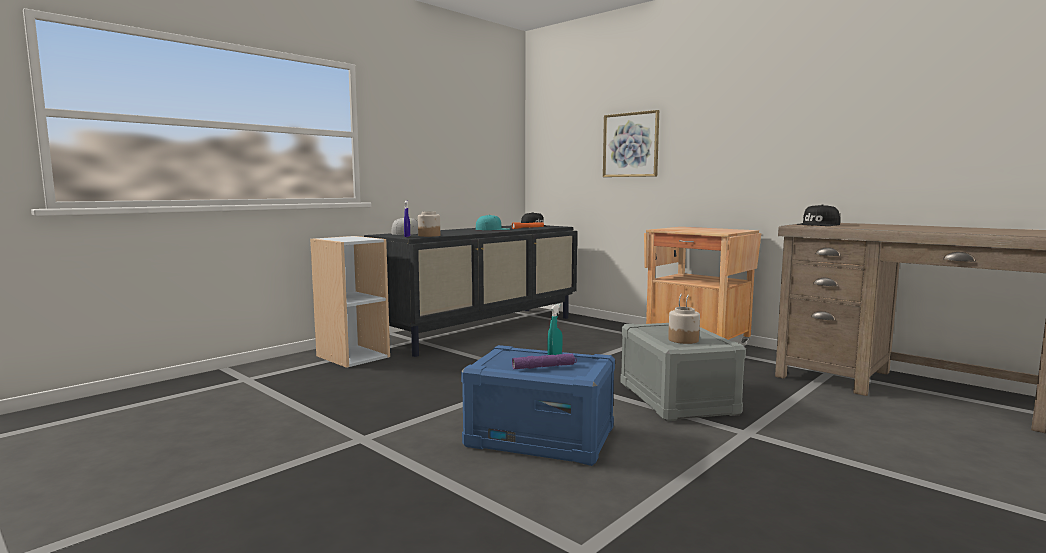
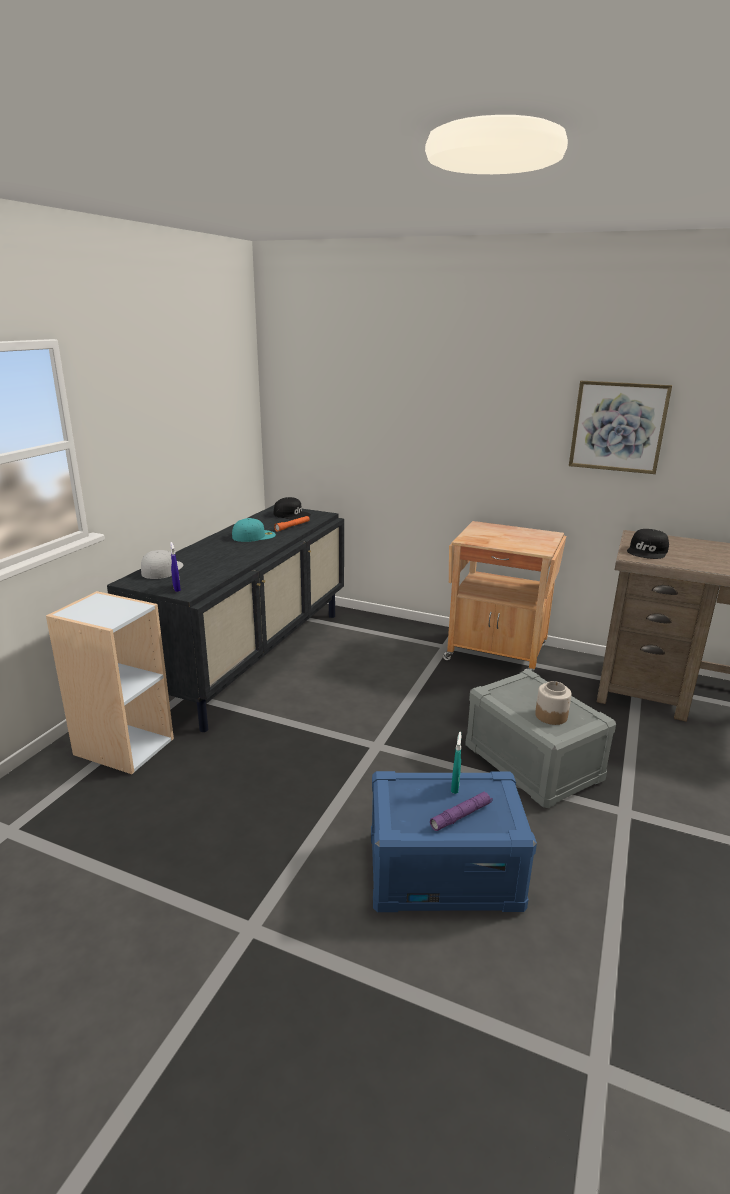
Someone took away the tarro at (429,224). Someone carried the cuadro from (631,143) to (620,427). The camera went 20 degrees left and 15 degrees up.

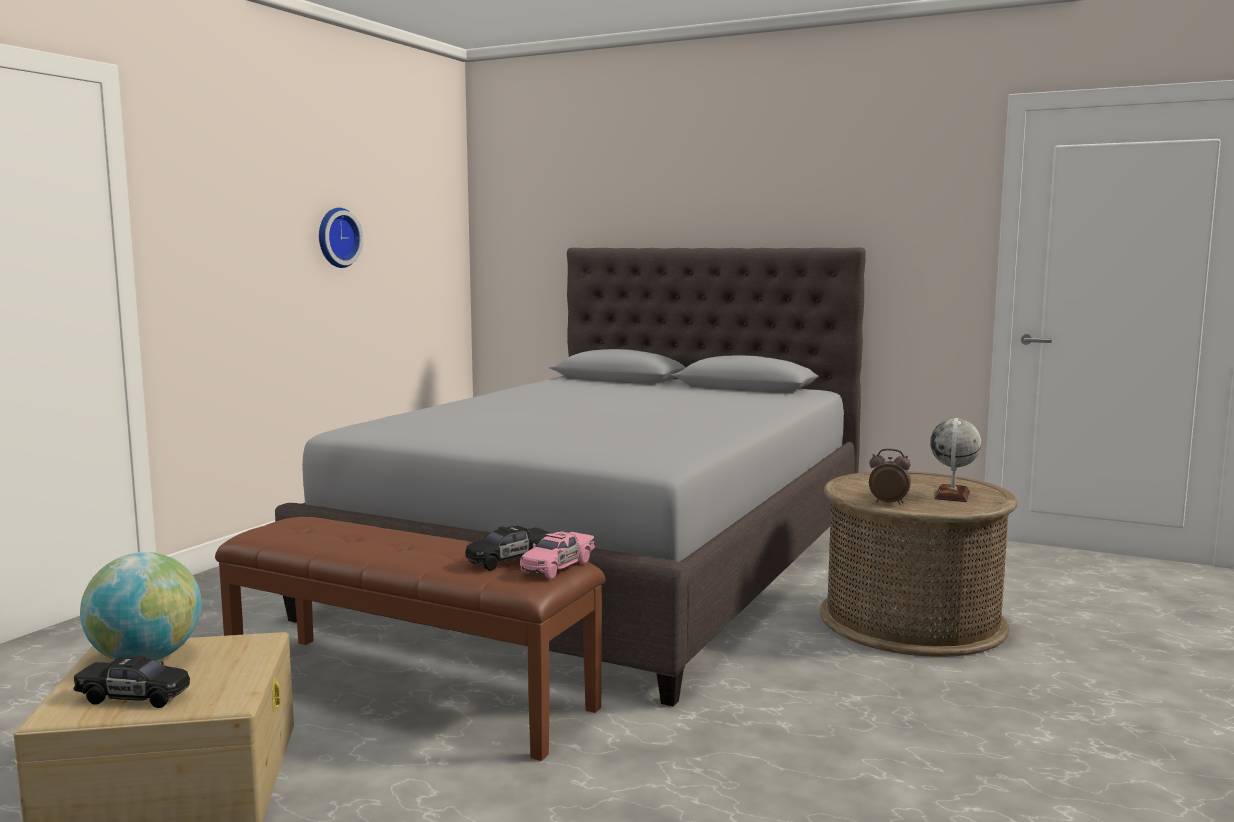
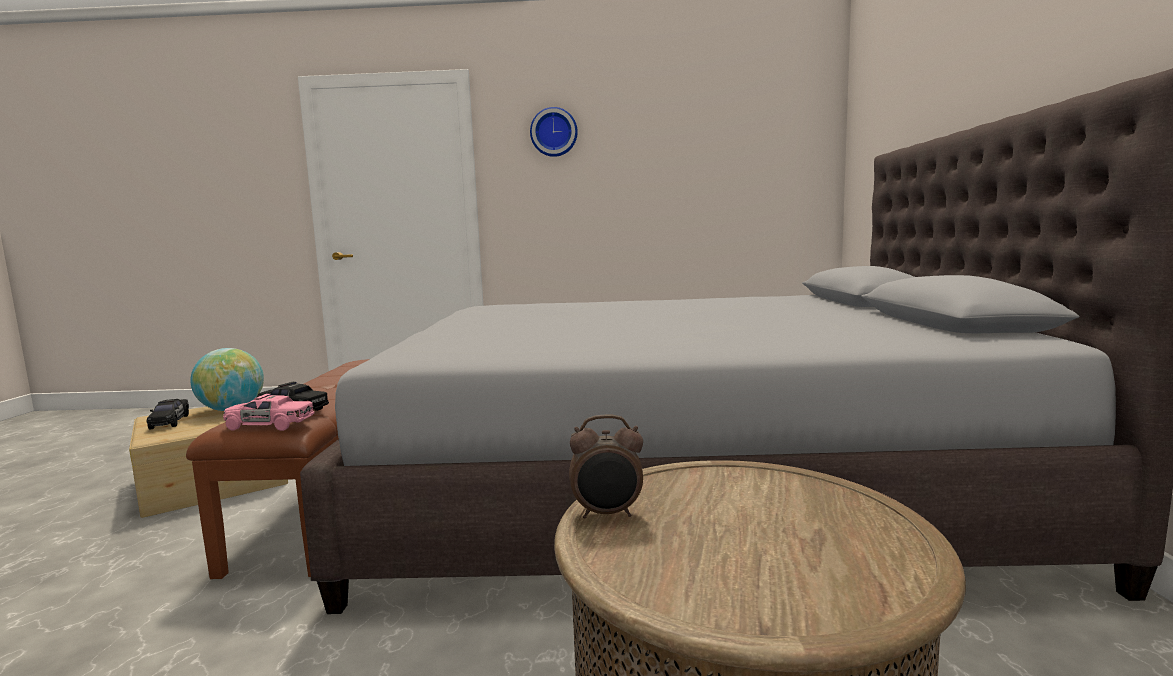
Someone took away the globo terráqueo at (956,460). Someone carried the reloj de pared from (341,238) to (554,132). Someone rotated the despertador at (890,477) by 90 degrees clockwise. The camera went 65 degrees right and 0 degrees up.

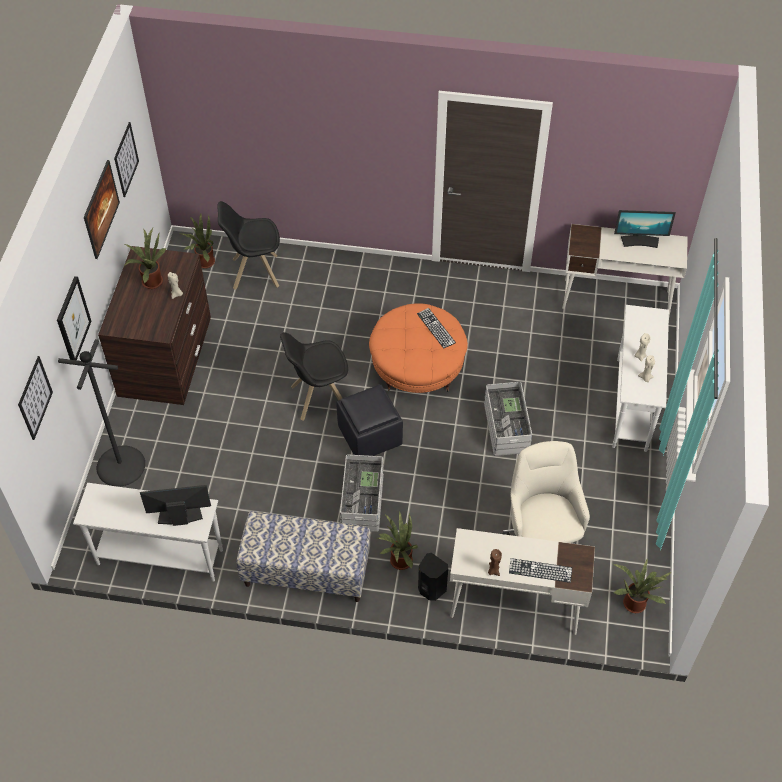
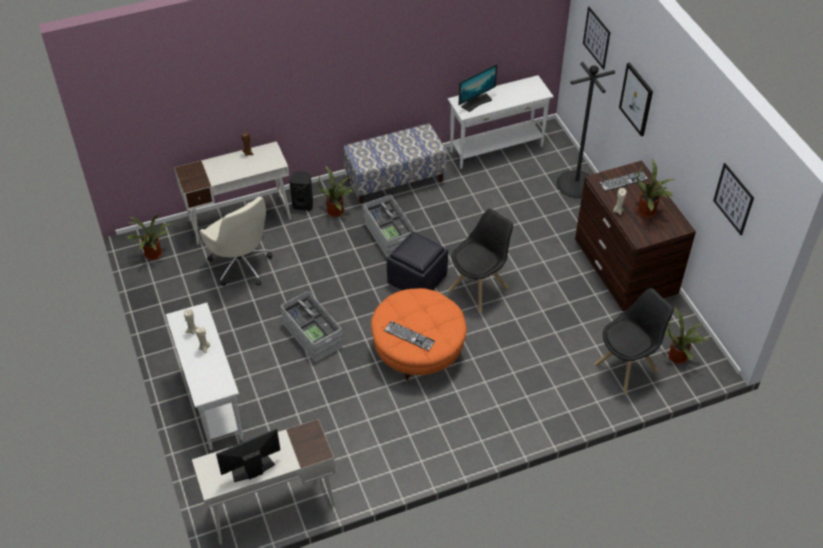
Someone took away the cuadro at (102,209). Someone carried the teclado from (540,570) to (623,181). The camera went 150 degrees right and 5 degrees down.

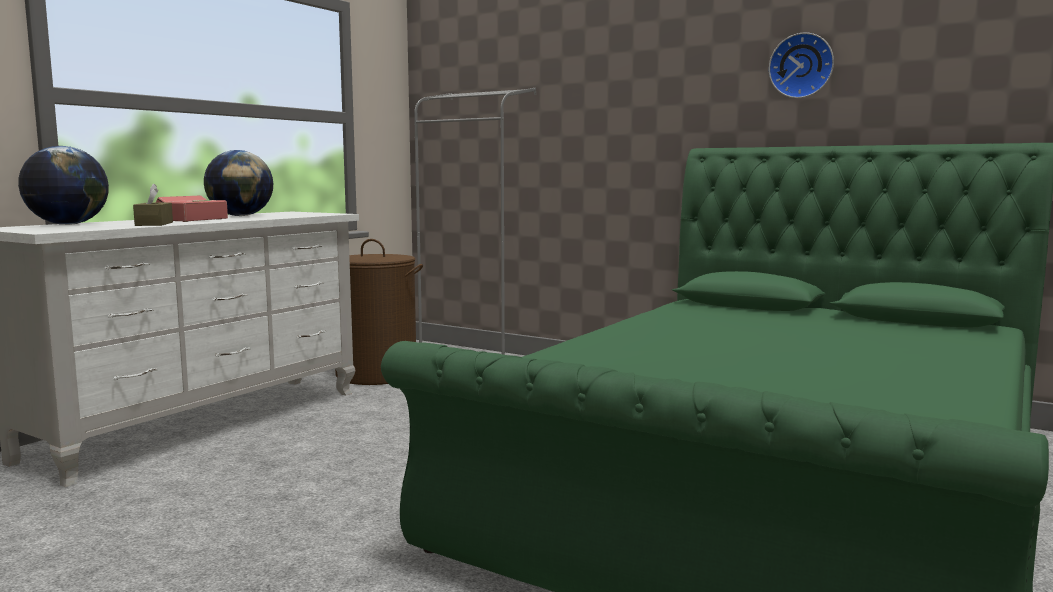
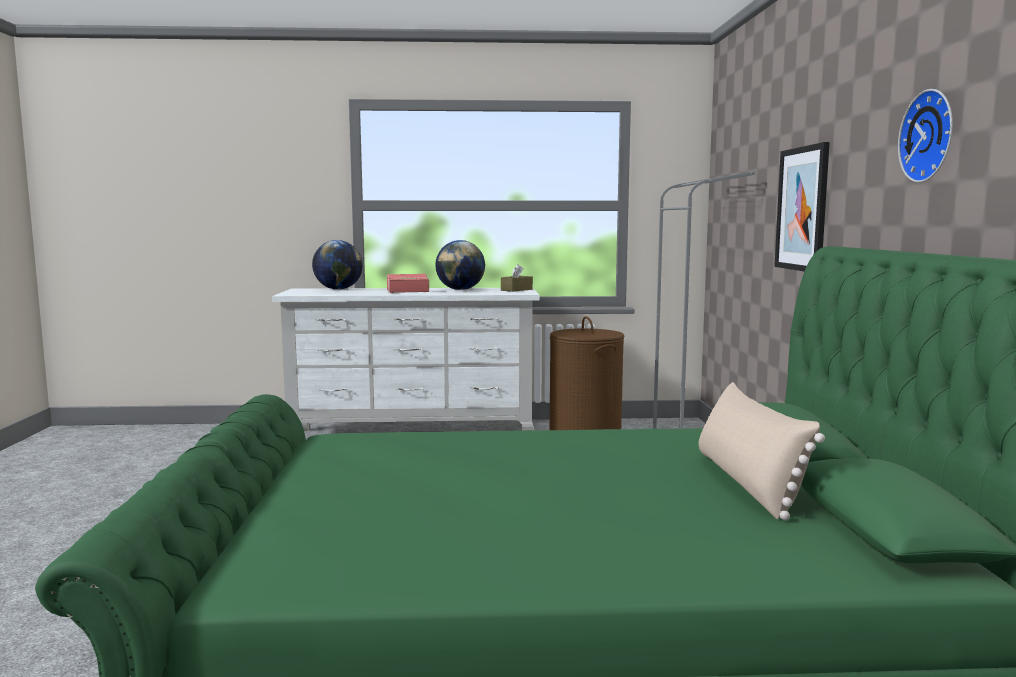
Someone put down the cojín [beis] at (761,451). Someone put up the cuadro at (802,207). Someone carried the caja de pañuelos [marrón] from (153,204) to (517,278). The camera went 55 degrees right and 0 degrees up.

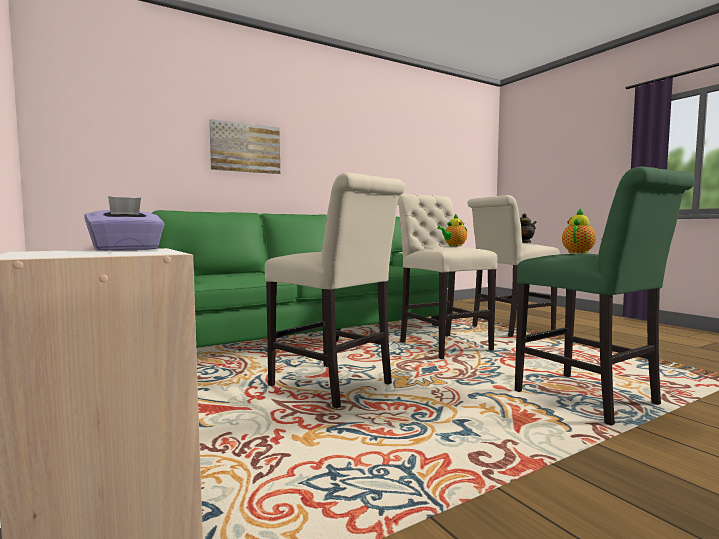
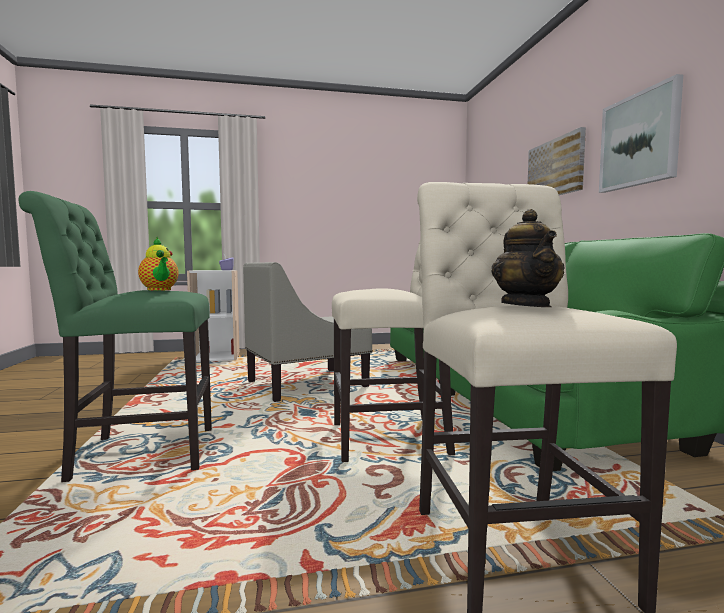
Someone took away the tetera at (452,230). Someone put up the cuadro at (641,133). Someone swapped the taburete [beis] at (335,290) for the sillón [gris] at (308,332). The camera went 110 degrees right and 0 degrees up.

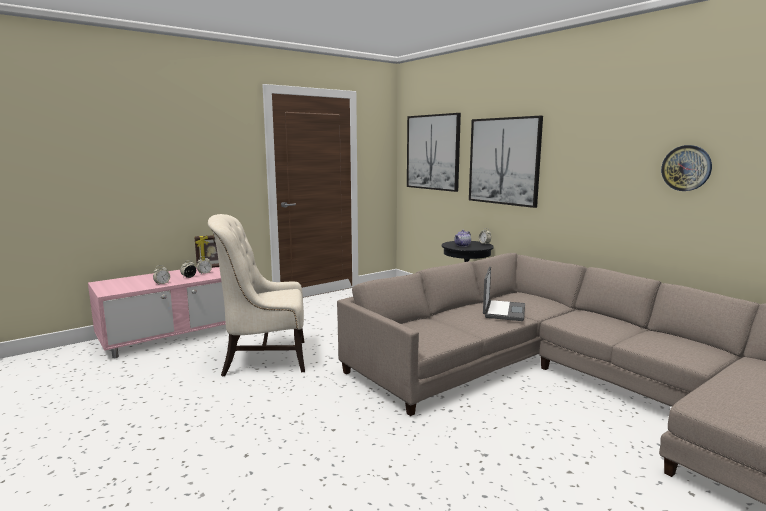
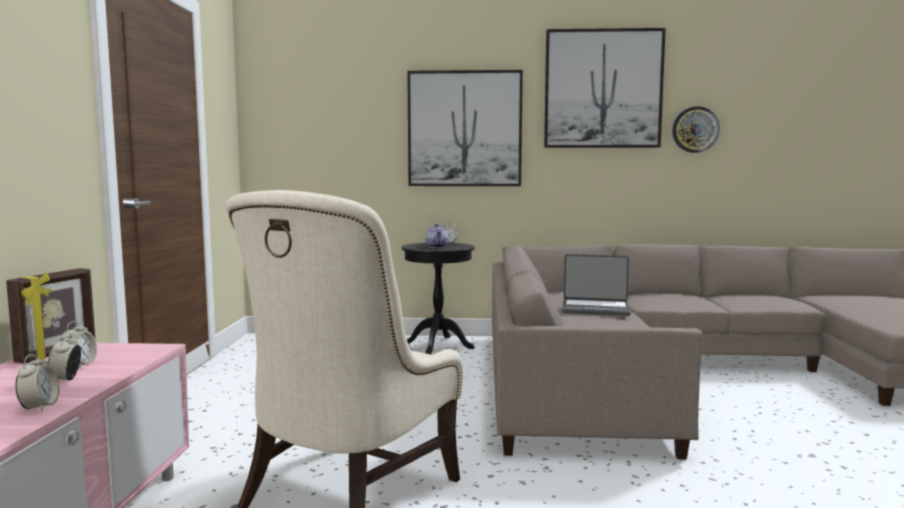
Someone carried the cuadro from (434,152) to (605,88). Someone rotated the portátil at (504,294) by 135 degrees clockwise. The camera went 50 degrees left and 5 degrees down.

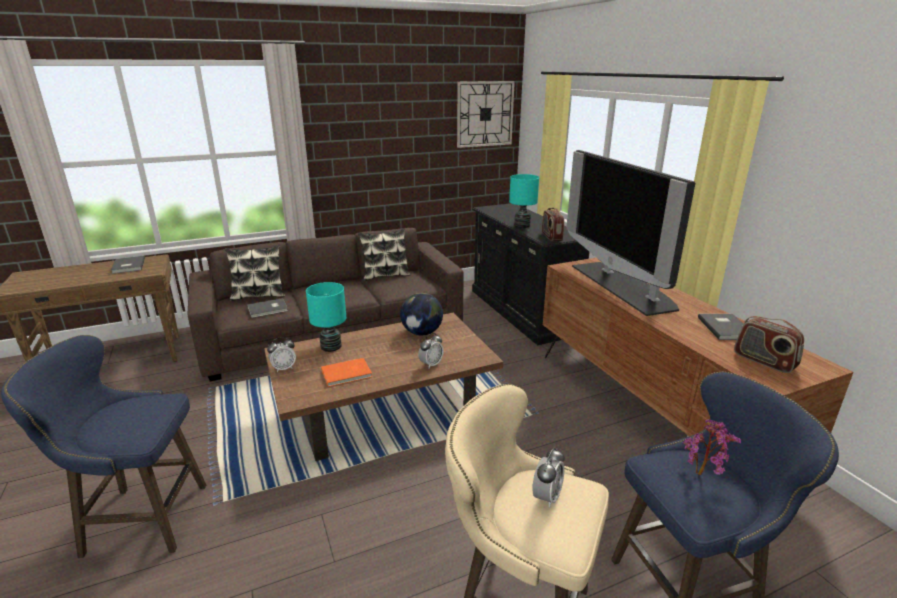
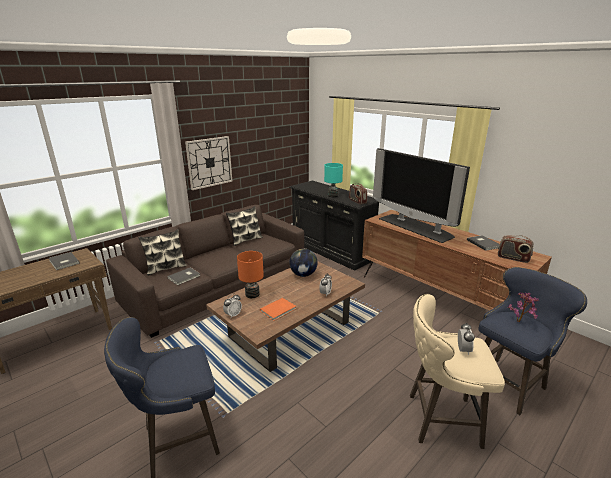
Someone carried the reloj de pared from (486,114) to (209,163). Someone repainted the lámpara de mesa [turquesa] at (326,317), which became the lámpara de mesa [naranja] at (250,274). The camera went 20 degrees left and 0 degrees up.

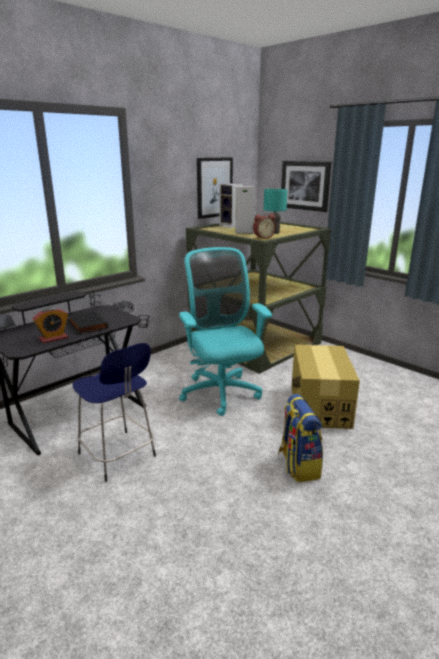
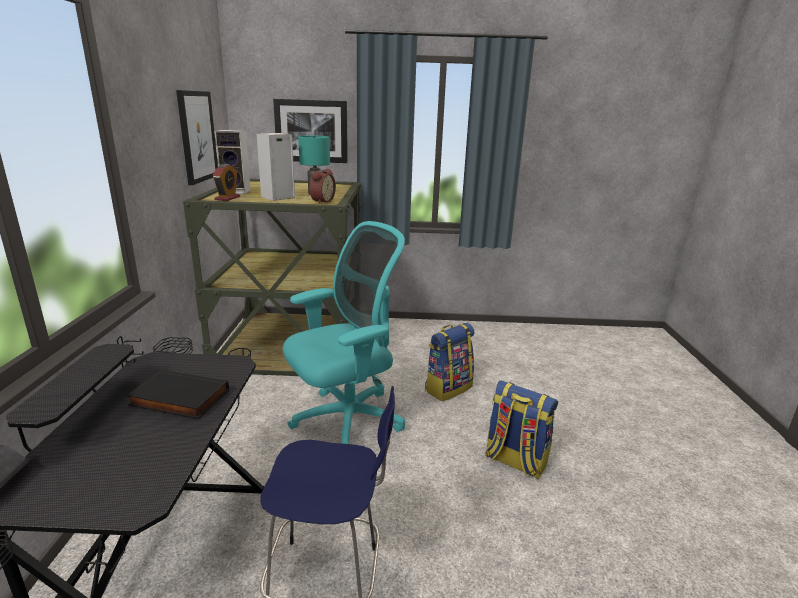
Someone carried the despertador from (50,325) to (226,182). Someone swapped the caja de cartón at (326,387) for the mochila at (449,362). Someone rotated the silla de oficina [turquesa] at (225,331) by 120 degrees clockwise. The camera went 45 degrees left and 0 degrees up.

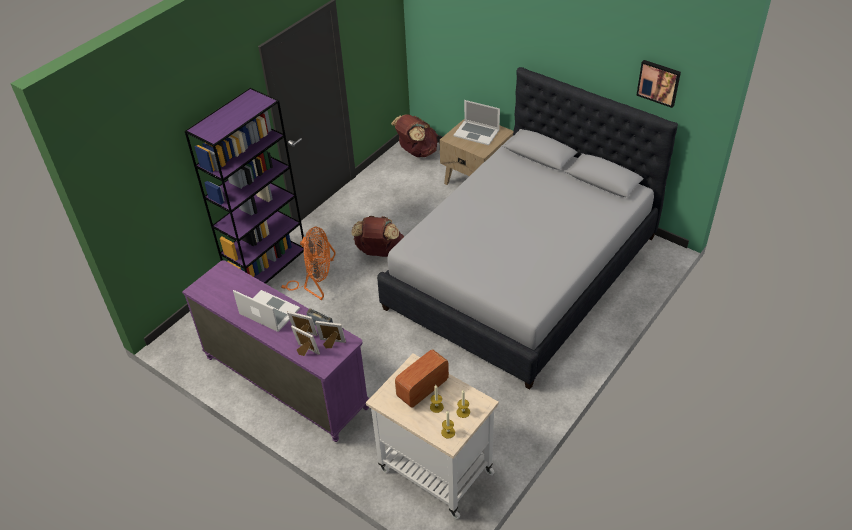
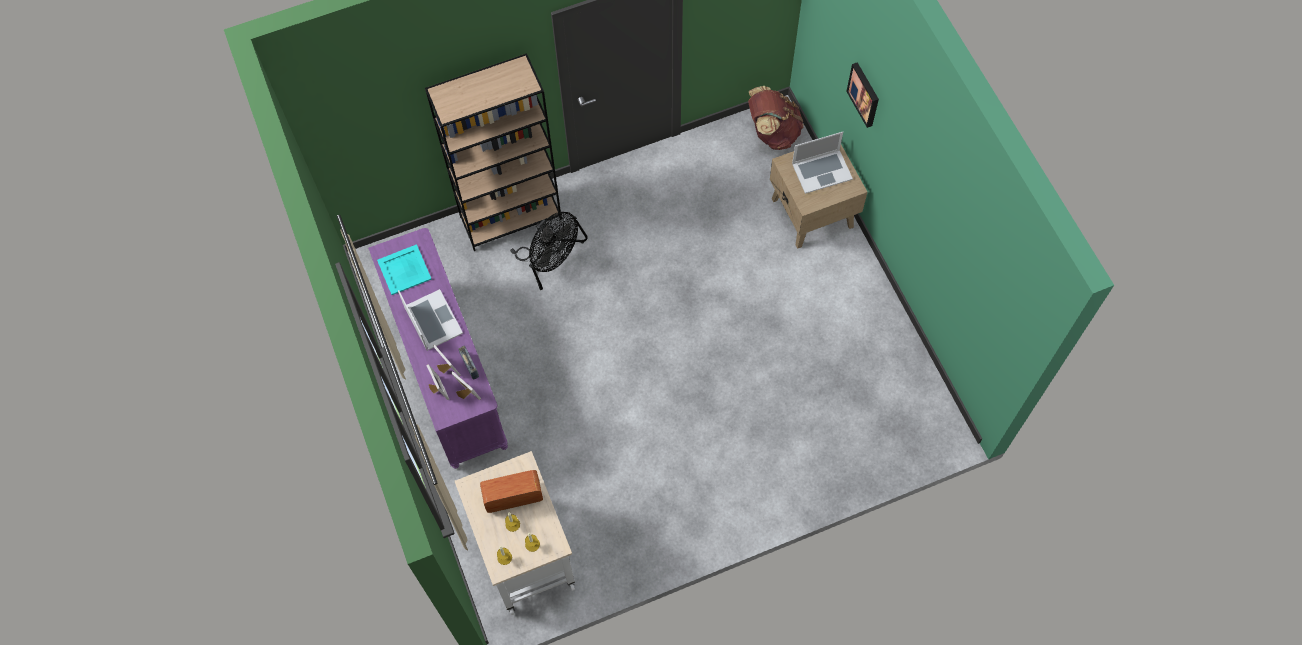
Someone took away the mochila [marrón] at (377,236). Someone took away the cama [gris] at (527,228). Someone put down the bandeja [turquesa] at (404,269). Someone carried the cuadro from (659,84) to (862,95). Someone repainted the estantería [morado] at (244,186), which became the estantería [beis] at (493,152). Someone repainted the ventilador [naranja] at (308,264), which became the ventilador [negro] at (549,251). Someone rotated the portátil at (476,122) by 75 degrees counterclockwise. The camera went 30 degrees right and 20 degrees up.

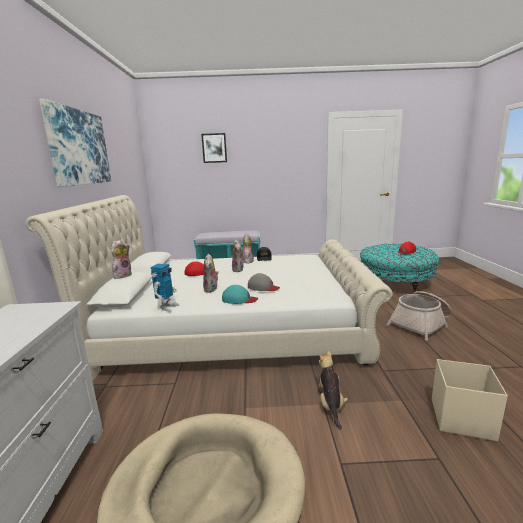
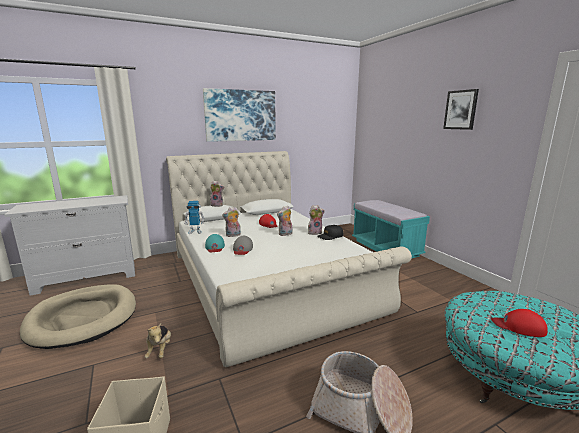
Someone carried the cuadro from (214,148) to (461,109). Someone rotated the peluche at (333,390) by 105 degrees clockwise. The camera went 65 degrees right and 0 degrees up.

